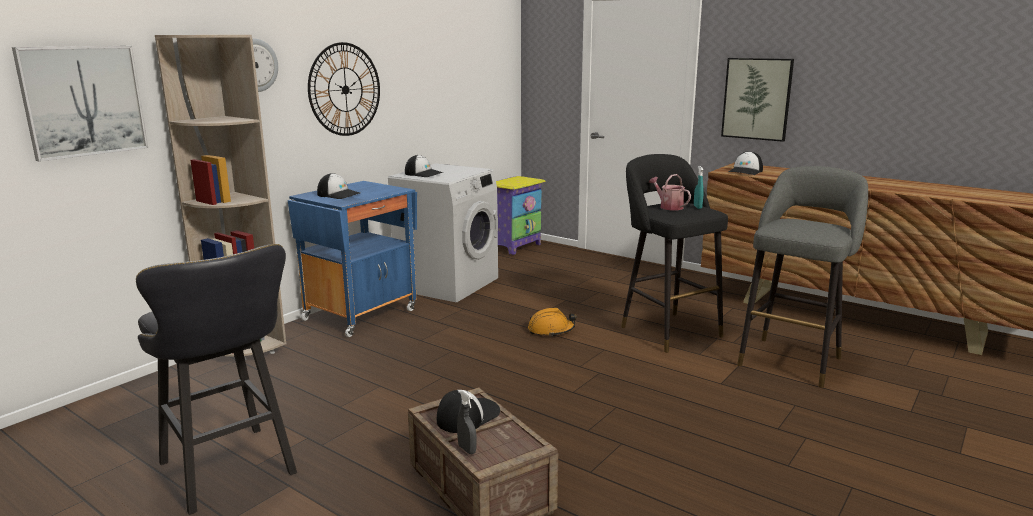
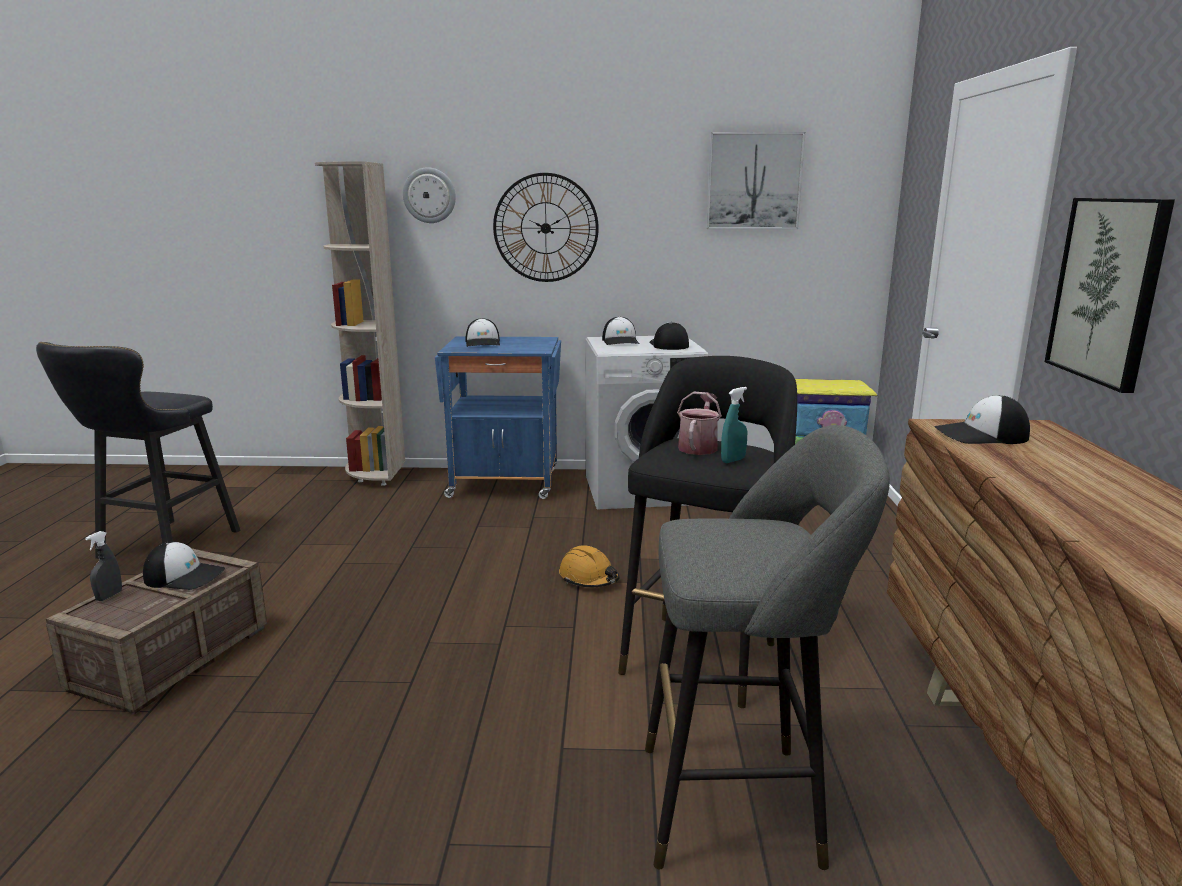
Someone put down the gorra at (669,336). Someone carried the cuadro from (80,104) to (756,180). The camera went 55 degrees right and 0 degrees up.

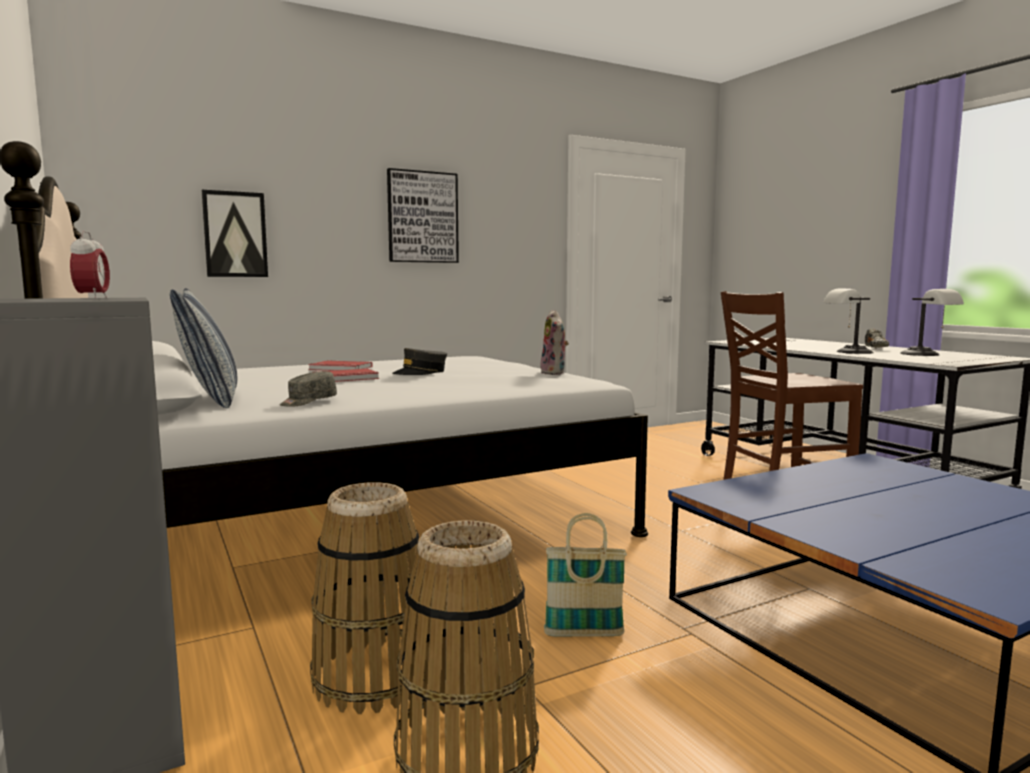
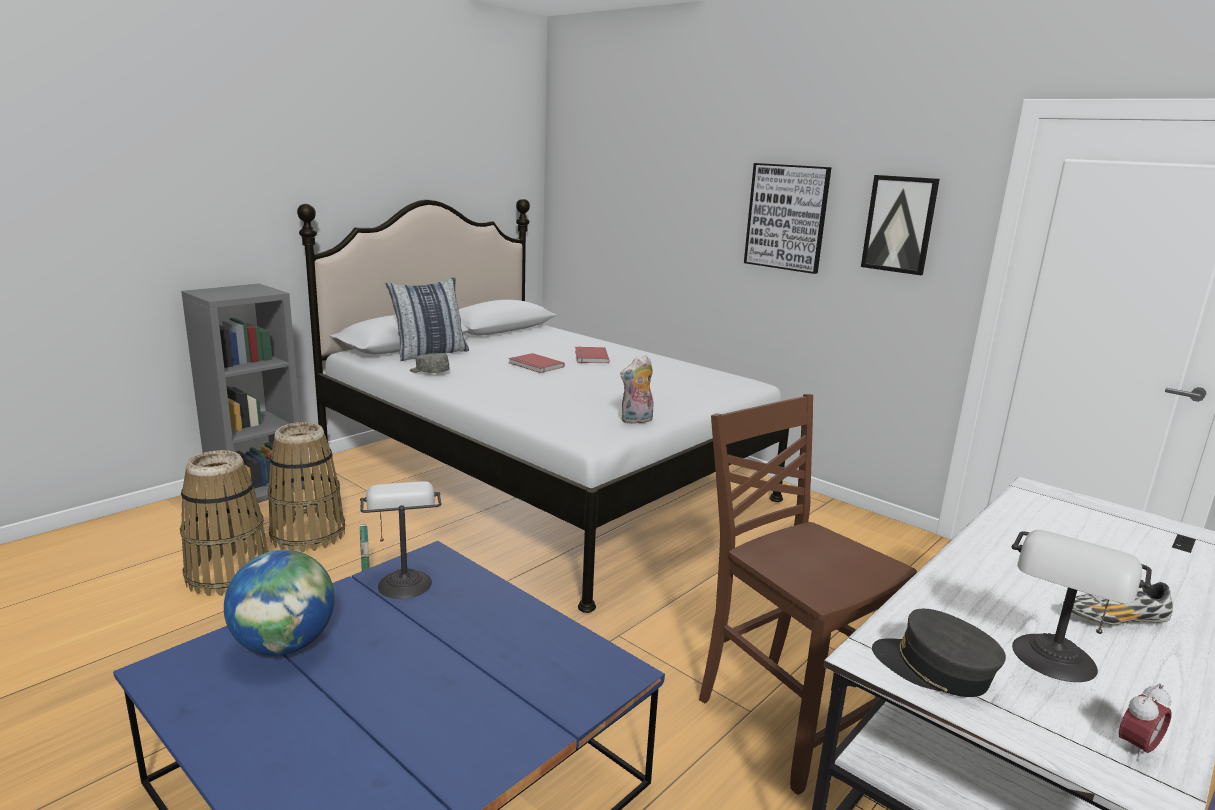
Someone put down the globo terráqueo at (279,603). Someone carried the despertador from (90,265) to (1145,722). Someone carried the cuadro from (235,233) to (900,225). Someone carried the gorra [gris] from (419,361) to (939,653). Someone carried the lámpara de mesa from (848,321) to (400,540). The camera went 70 degrees right and 10 degrees up.

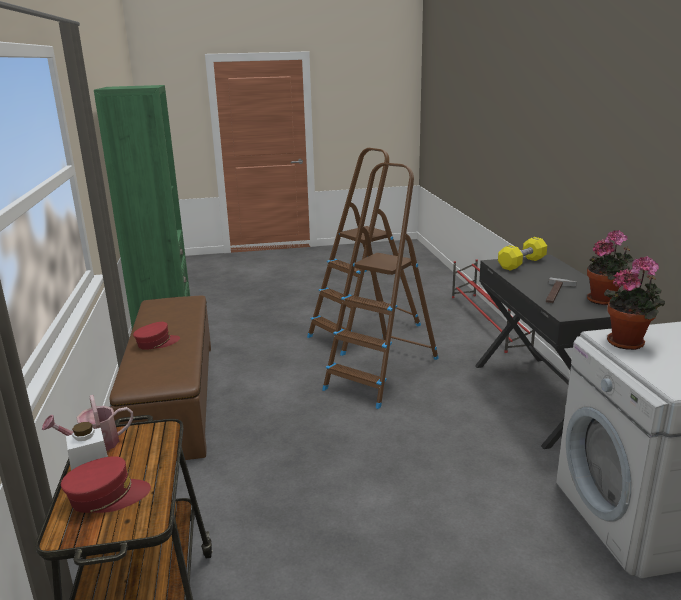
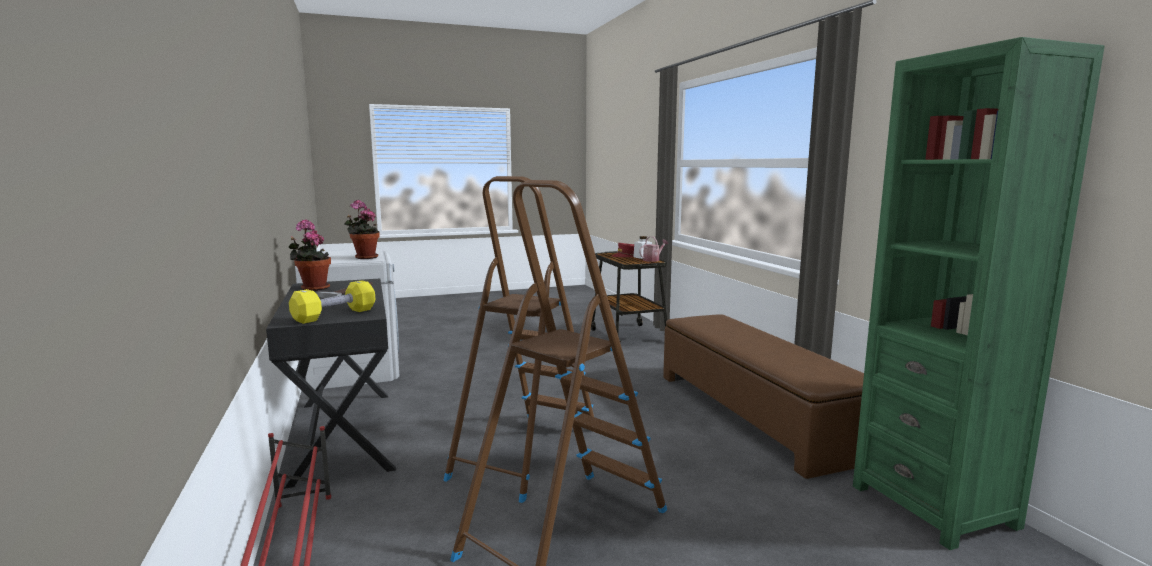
Someone took away the gorra [rojo] at (156,336). The camera went 170 degrees right and 10 degrees down.

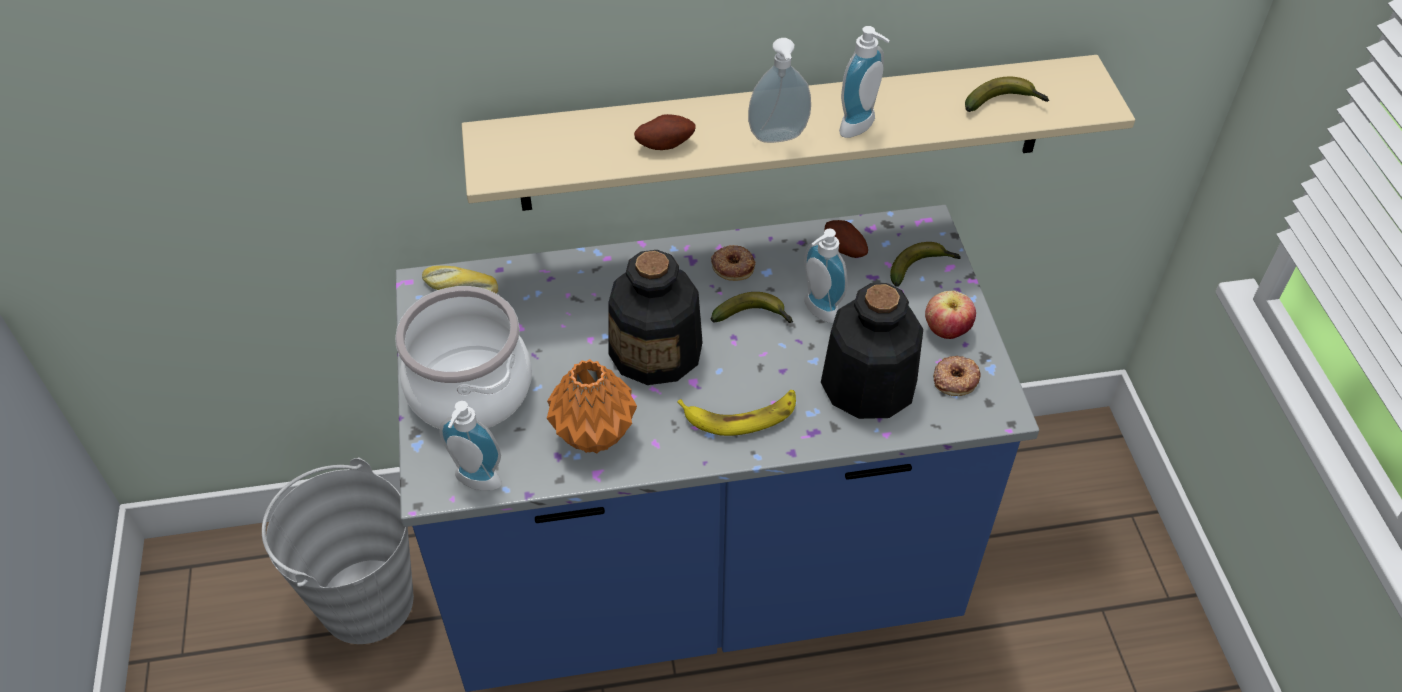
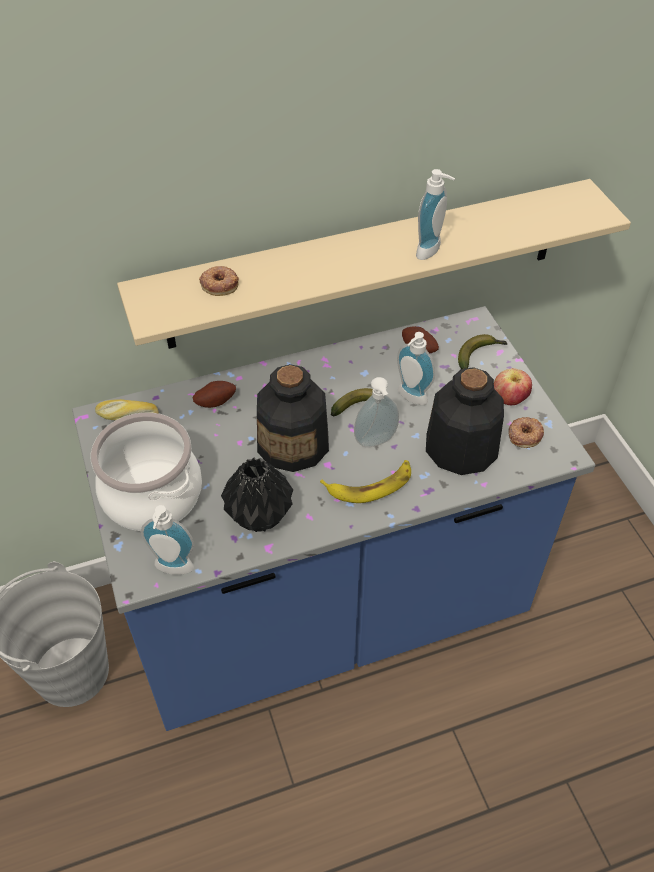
Someone took away the plátano at (1007,94). Someone carried the patata from (665,132) to (214,394). Someone carried the rosquilla from (733,263) to (219,281). Someone carried the dispensador de jabón from (779,90) to (376,412). Someone repainted the florero [naranja] at (592,406), which became the florero [negro] at (257,495). The camera went 10 degrees left and 0 degrees up.

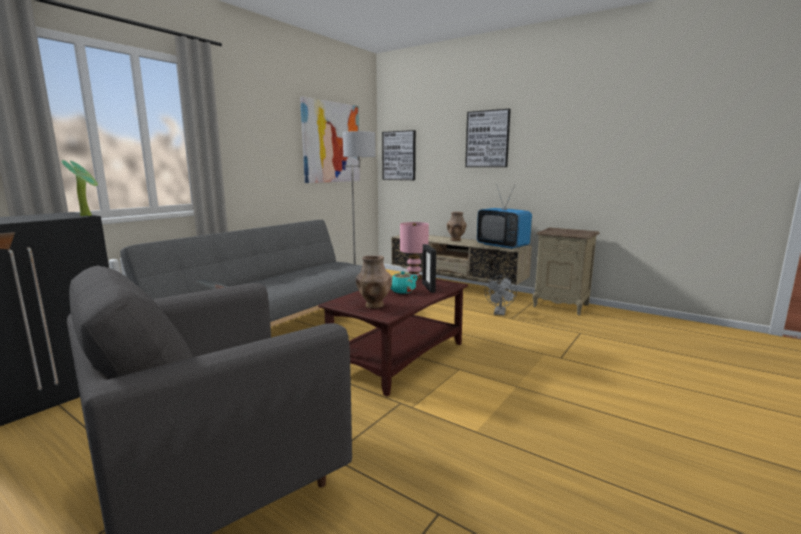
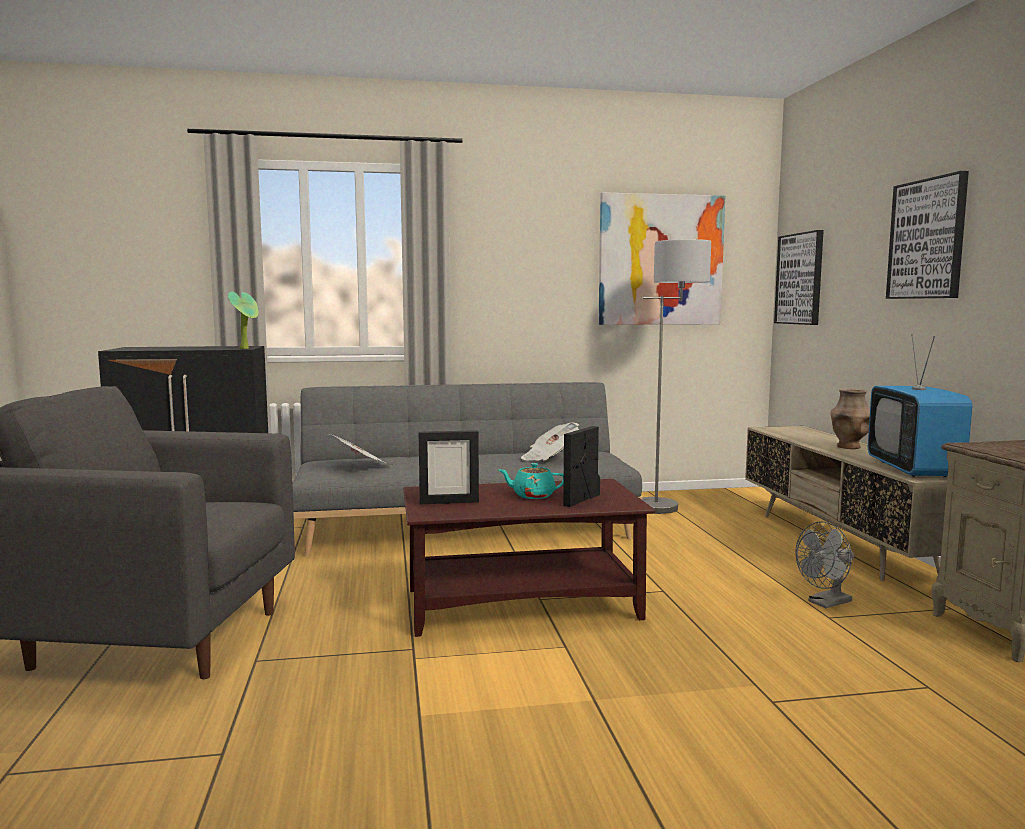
Someone took away the lámpara de mesa [rosa] at (414,251). Someone put down the periódico at (550,441). Someone swapped the florero [marrón] at (374,282) for the portarretratos at (448,467). The camera went 45 degrees right and 5 degrees down.

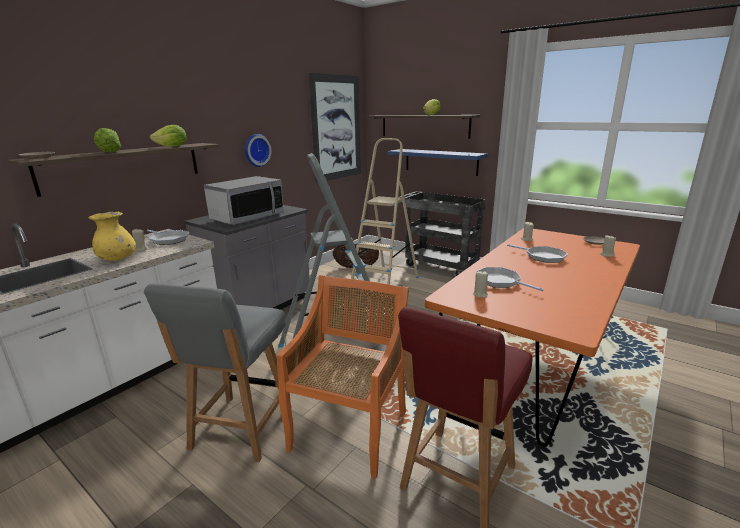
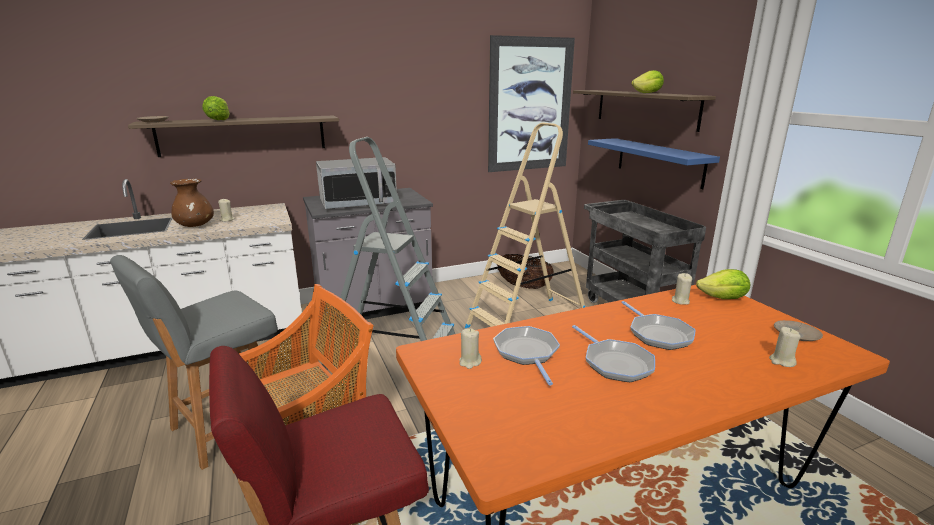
Someone took away the reloj de pared at (258,150). Someone carried the sartén from (168,237) to (613,353). Someone carried the lechuga from (168,136) to (723,284). Someone repainted the florero [amarillo] at (112,236), which became the florero [marrón] at (192,203). The camera went 30 degrees right and 0 degrees up.

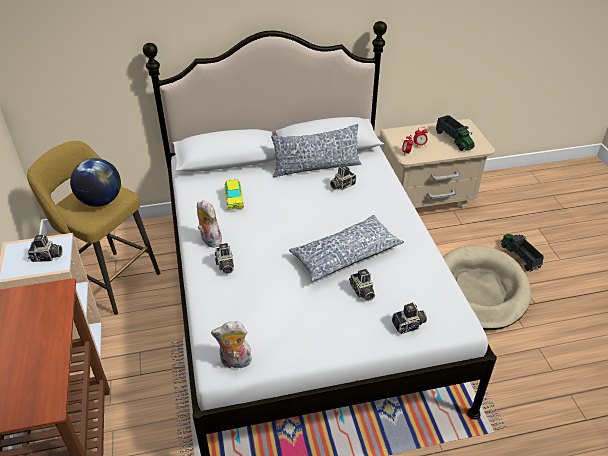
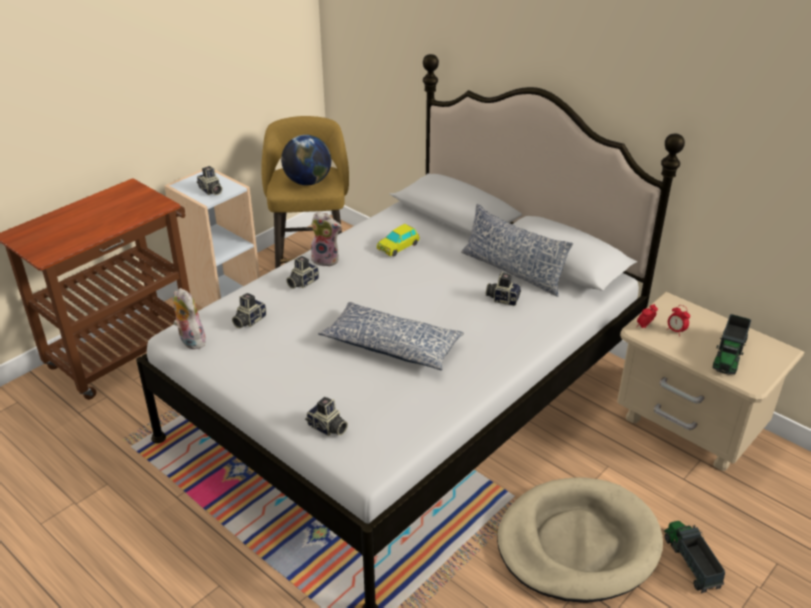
Someone carried the cámara from (362,285) to (249,310). Someone rotated the peluche at (209,224) by 90 degrees clockwise. Someone rotated the camión de juguete at (522,253) by 45 degrees counterclockwise. The camera went 55 degrees right and 5 degrees down.

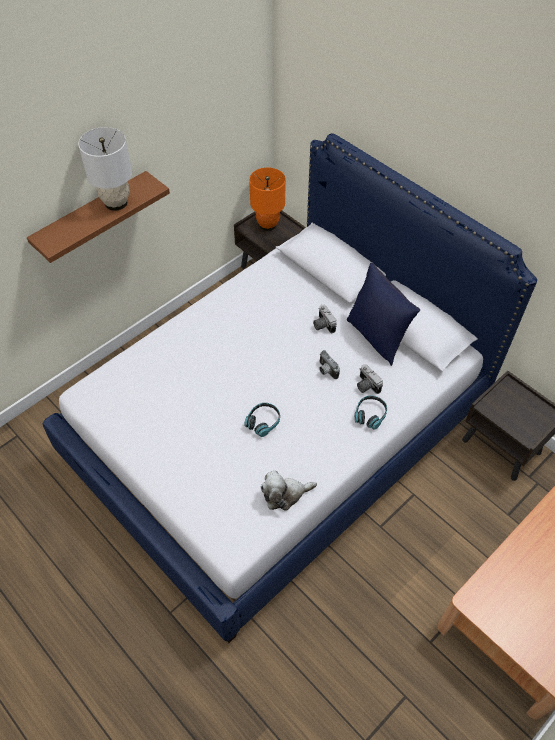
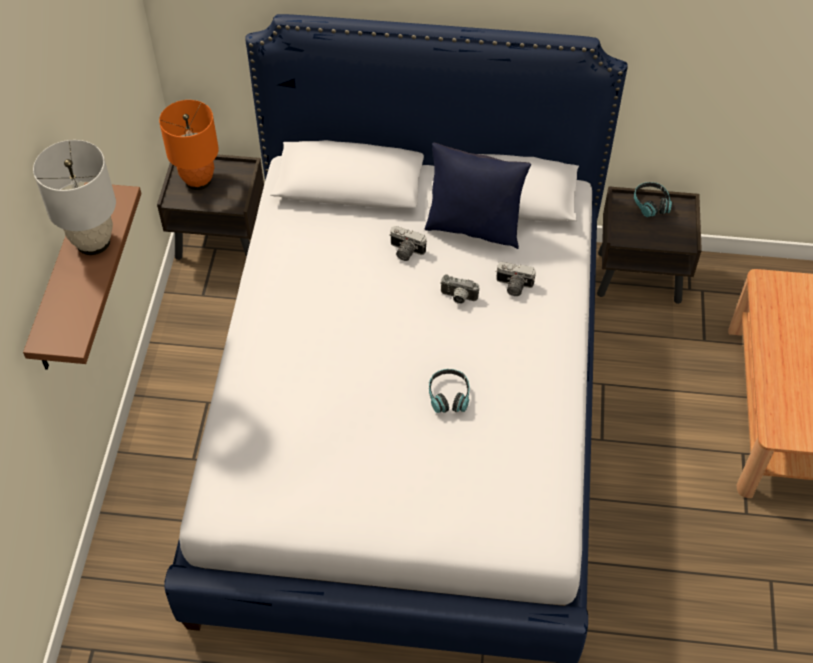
Someone took away the peluche at (288,491). Someone carried the auriculares from (371,412) to (653,199). The camera went 40 degrees left and 0 degrees up.

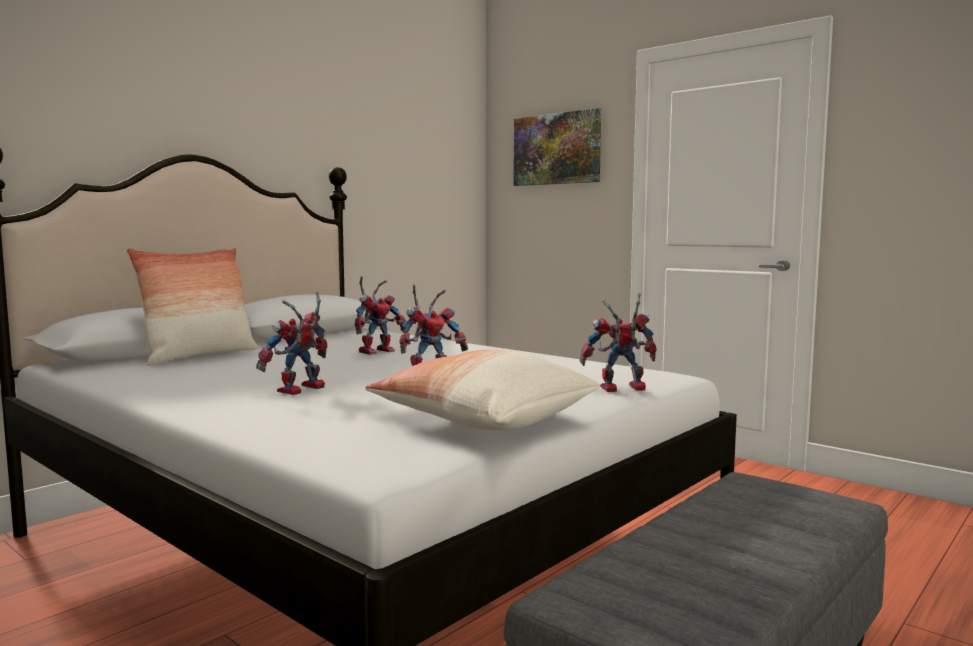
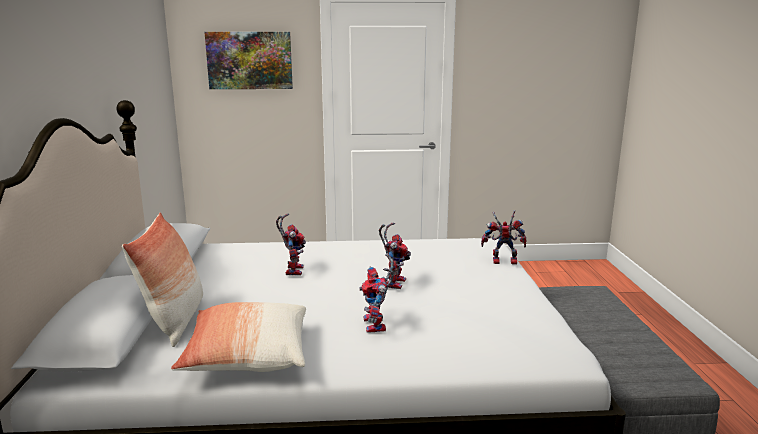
Someone carried the cojín from (482,390) to (238,337). Someone rotated the robot de juguete at (618,342) by 60 degrees clockwise. The camera went 45 degrees left and 10 degrees up.

